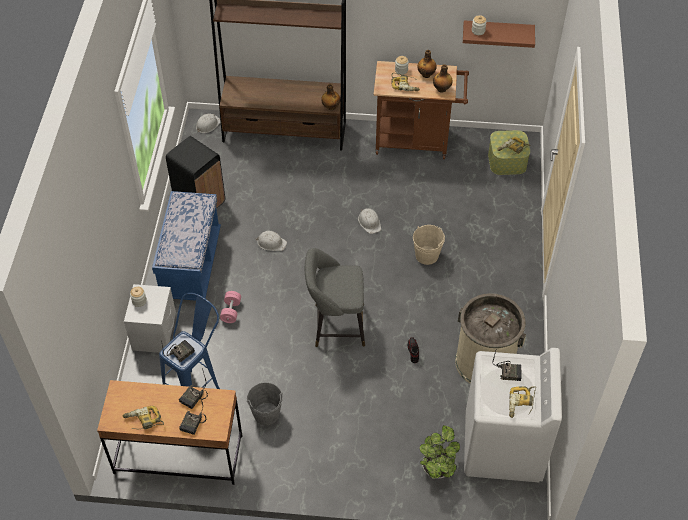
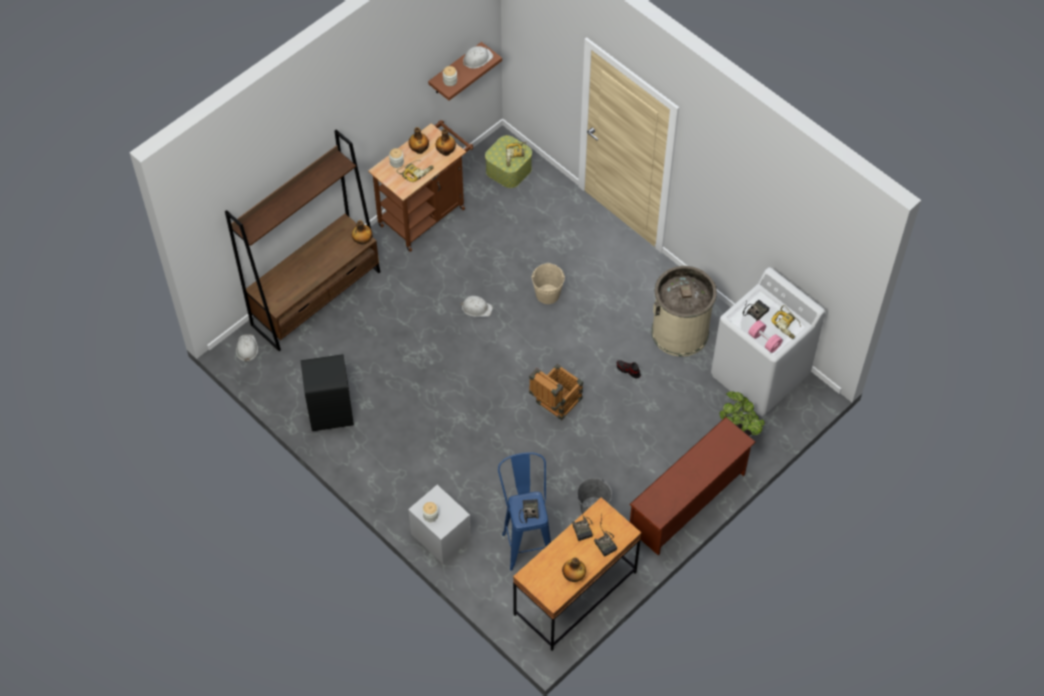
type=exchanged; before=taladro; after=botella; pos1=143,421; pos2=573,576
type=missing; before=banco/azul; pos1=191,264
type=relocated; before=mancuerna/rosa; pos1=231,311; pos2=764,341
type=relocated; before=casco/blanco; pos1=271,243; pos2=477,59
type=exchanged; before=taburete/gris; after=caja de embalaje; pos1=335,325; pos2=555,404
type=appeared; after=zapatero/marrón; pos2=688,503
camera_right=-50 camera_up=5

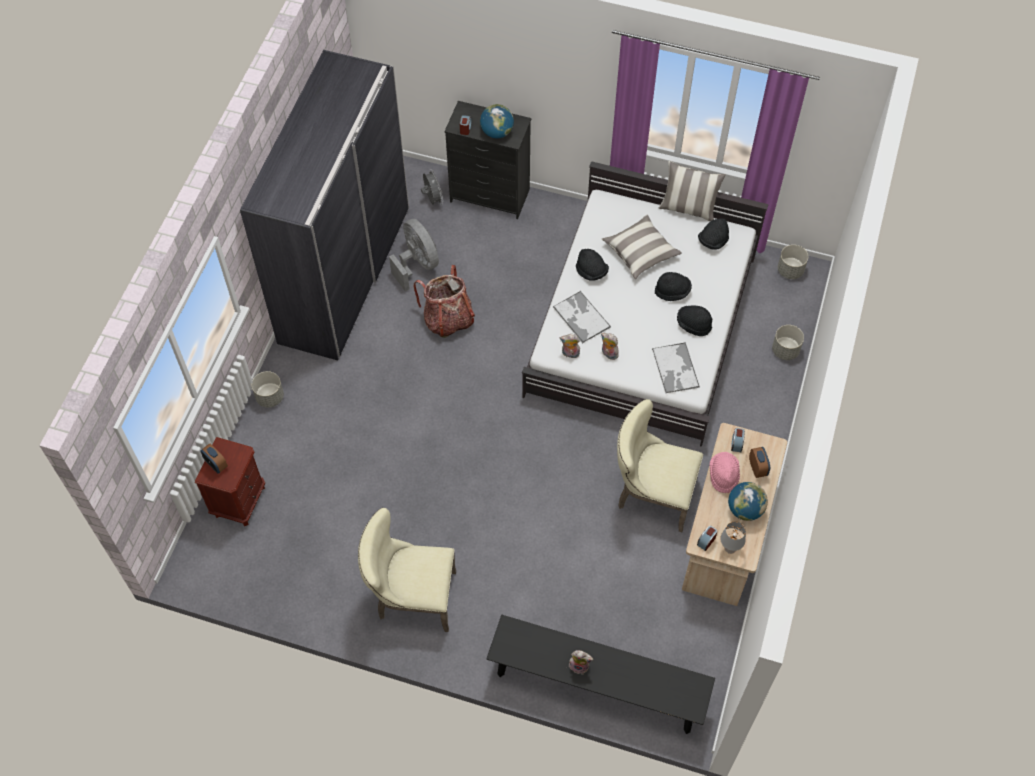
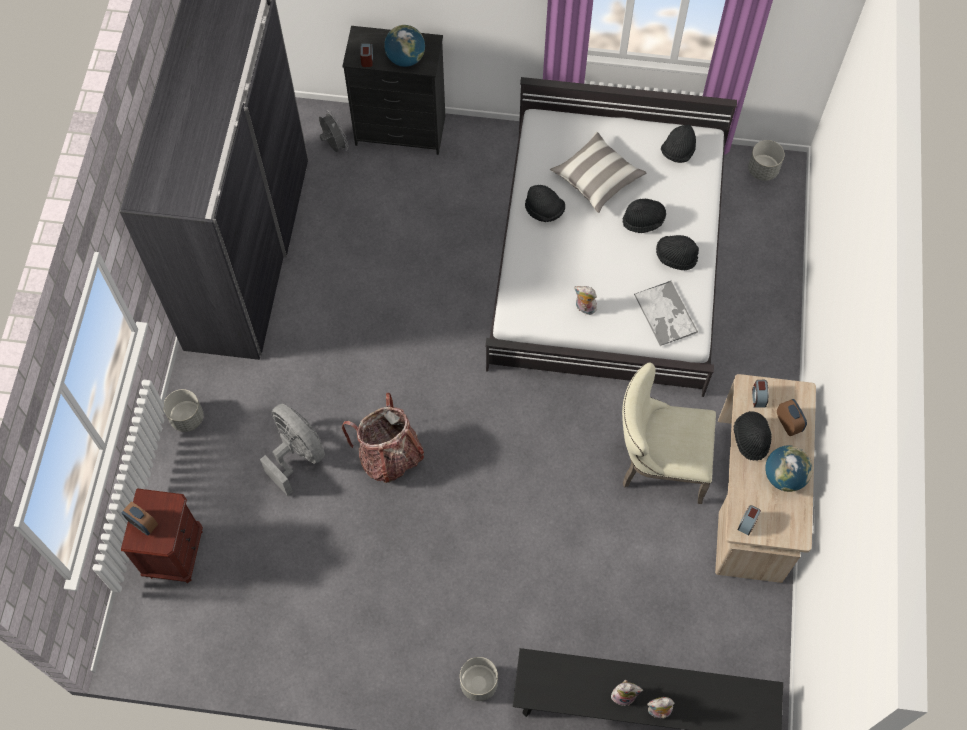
type=missing; before=silla/beis; pos1=411,597
type=relocated; before=ventilador/gris; pos1=417,264; pos2=297,454
type=relocated; before=mochila; pos1=448,319; pos2=389,456
type=missing; before=bandeja; pos1=581,317
type=relocated; before=peluche; pos1=570,354; pos2=658,712
type=missing; before=cojín; pos1=688,208
type=colour; before=sombrero/rosa; after=sombrero/negro; pos1=723,475; pos2=751,439
type=missing; before=lámpara de mesa/gris; pos1=730,549
type=relocated; before=maceta/gris; pos1=785,350; pos2=478,684
camera_right=-10 camera_up=5

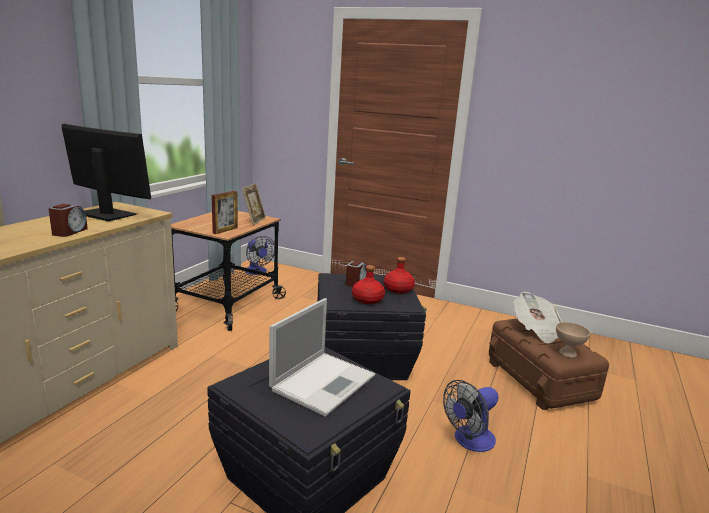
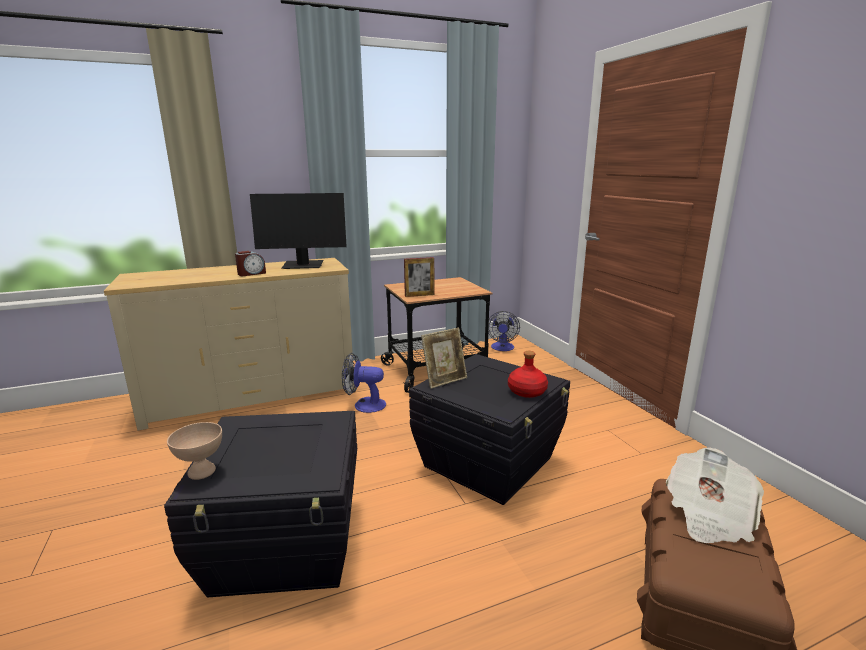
type=spun; before=monitor; pos1=107,214; pos2=303,265; turn=105
type=relocated; before=portarretratos; pos1=254,220; pos2=444,380
type=missing; before=portátil; pos1=324,382
type=missing; before=despertador; pos1=355,282
type=missing; before=botella/rojo; pos1=368,299
type=relocated; before=ventilador; pos1=469,441; pos2=364,405
type=relocated; before=cuenco/beis; pos1=568,354; pos2=201,472
camera_right=45 camera_up=0

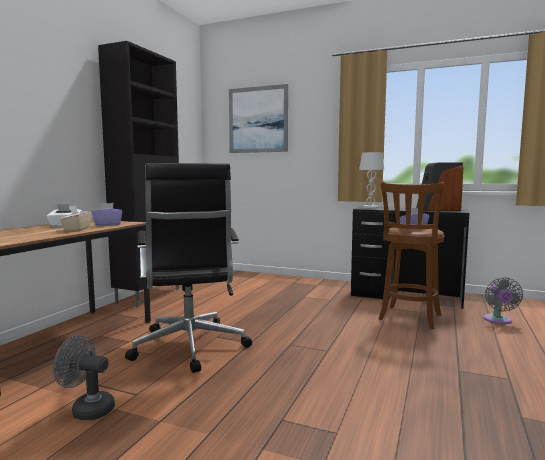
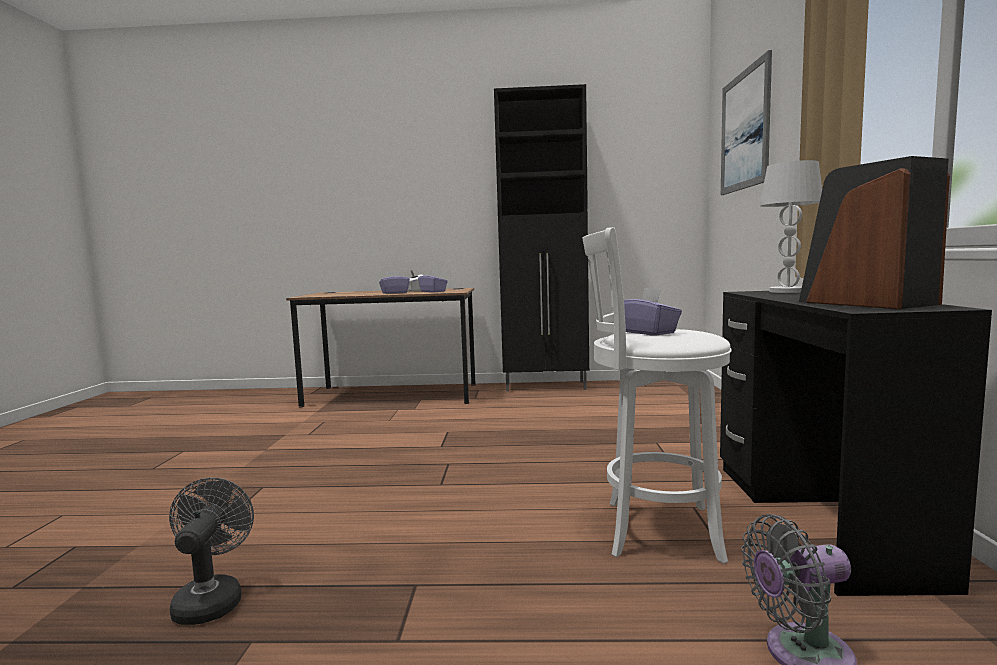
type=relocated; before=ventilador/gris; pos1=87,409; pos2=211,599
type=colour; before=caja de pañuelos/beis; after=caja de pañuelos/morado; pos1=76,229; pos2=394,293
type=missing; before=silla de oficina/negro; pos1=189,347
type=colour; before=taburete/marrón; after=taburete/blanco; pos1=409,318; pos2=653,529
camera_right=70 camera_up=0

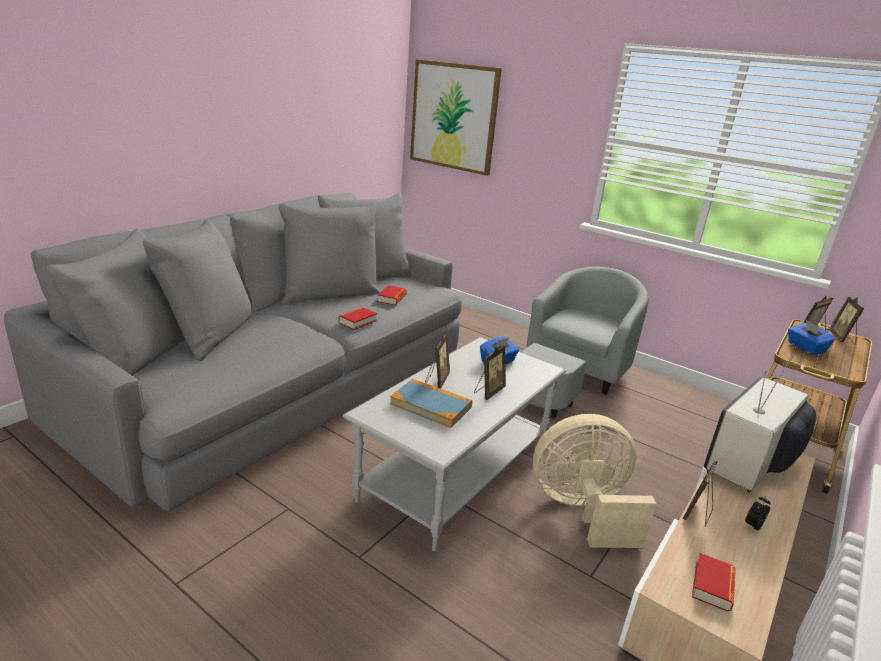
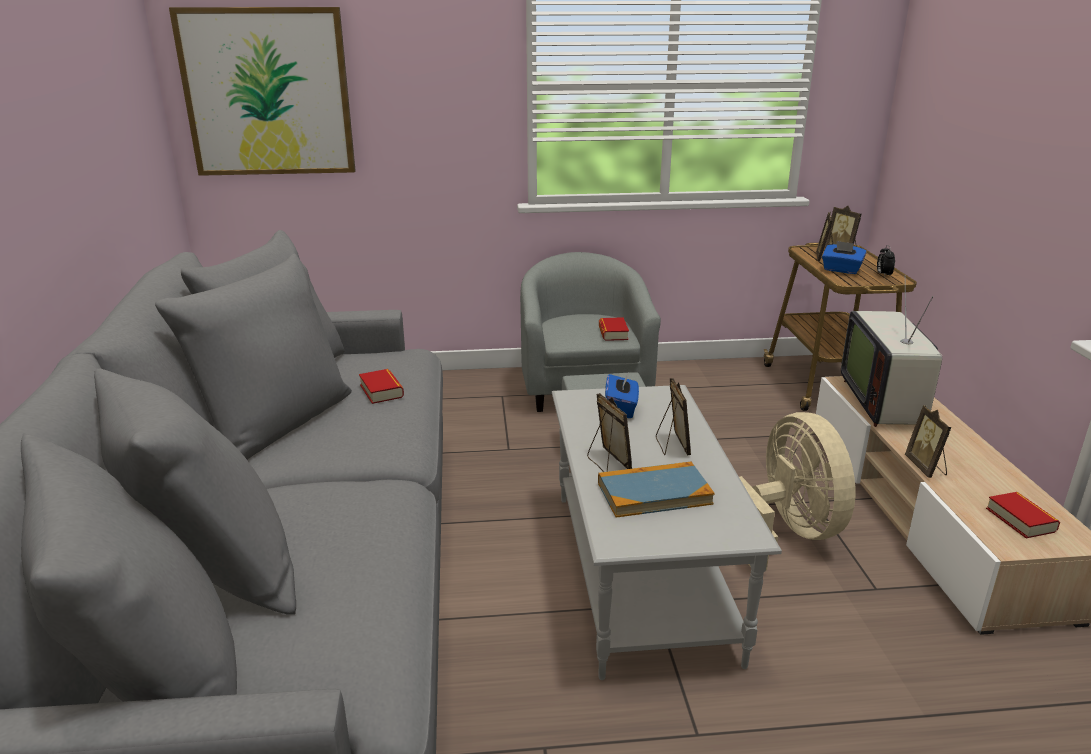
type=relocated; before=libro; pos1=357,321; pos2=613,333
type=spun; before=ventilador/beis; pos1=582,510; pos2=787,533; turn=120
type=relocated; before=despertador; pos1=753,526; pos2=883,275
camera_right=-40 camera_up=0

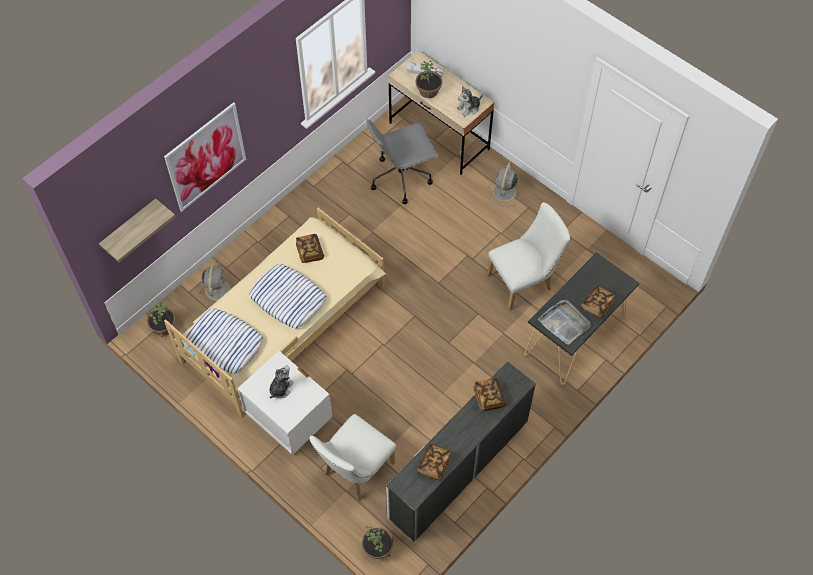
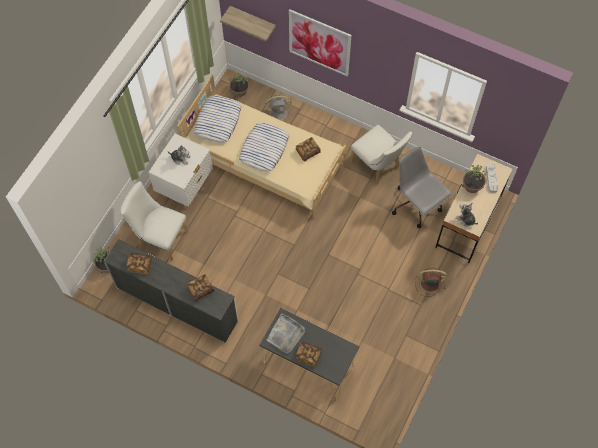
type=relocated; before=silla/blanco; pos1=524,281; pos2=378,166
type=colour; before=ventilador/gris; after=ventilador/marrón; pos1=503,193; pos2=428,283
camera_right=75 camera_up=5

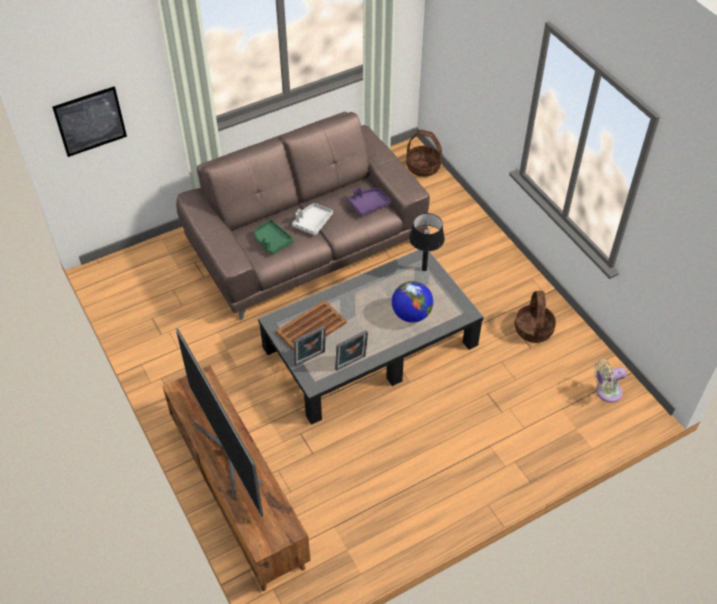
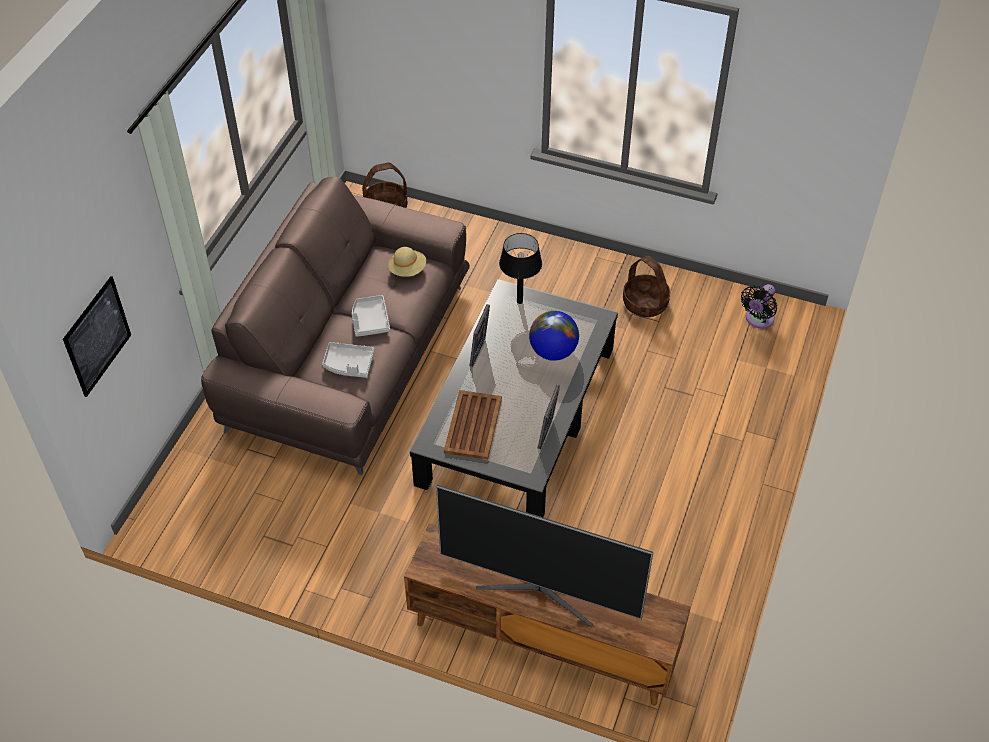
type=colour; before=bandeja/verde; after=bandeja/gris; pos1=272,241; pos2=348,364
type=relocated; before=portarretratos; pos1=310,359; pos2=479,352
type=exchanged; before=bandeja/morado; after=sombrero/beis; pos1=368,205; pos2=407,269
type=colour; before=ventilador/beis; after=ventilador/negro; pos1=606,392; pos2=758,319
camera_right=-40 camera_up=0

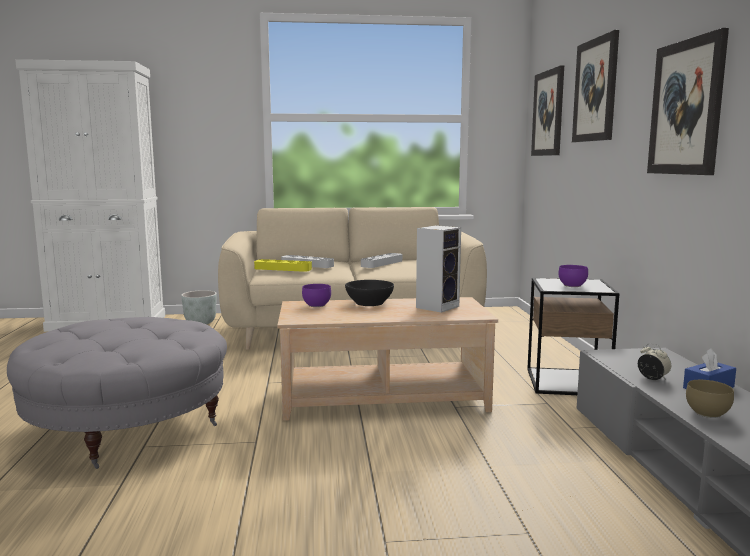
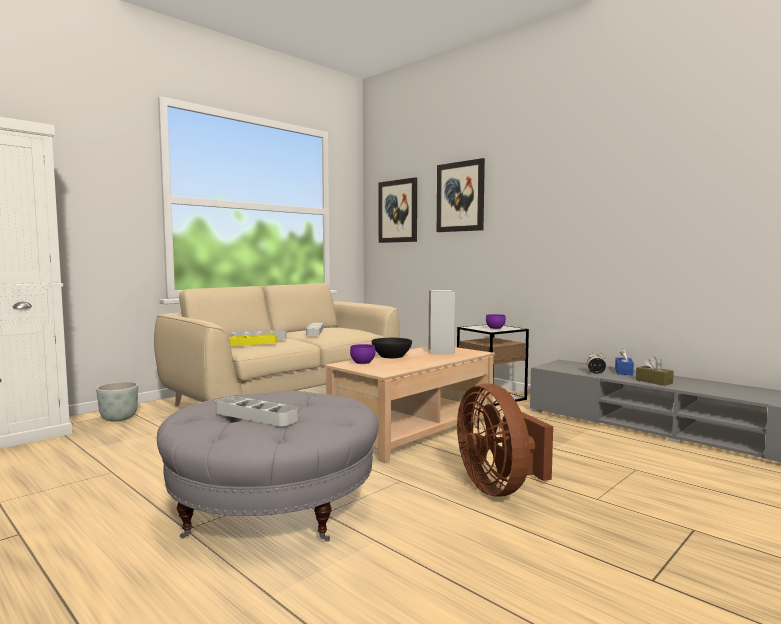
type=missing; before=cuadro; pos1=686,108
type=exchanged; before=cuenco/marrón; after=caja de pañuelos/marrón; pos1=709,414; pos2=654,381
type=appeared; after=bandeja/gris; pos2=256,416
type=appeared; after=ventilador/marrón; pos2=499,488
camera_right=-40 camera_up=-5

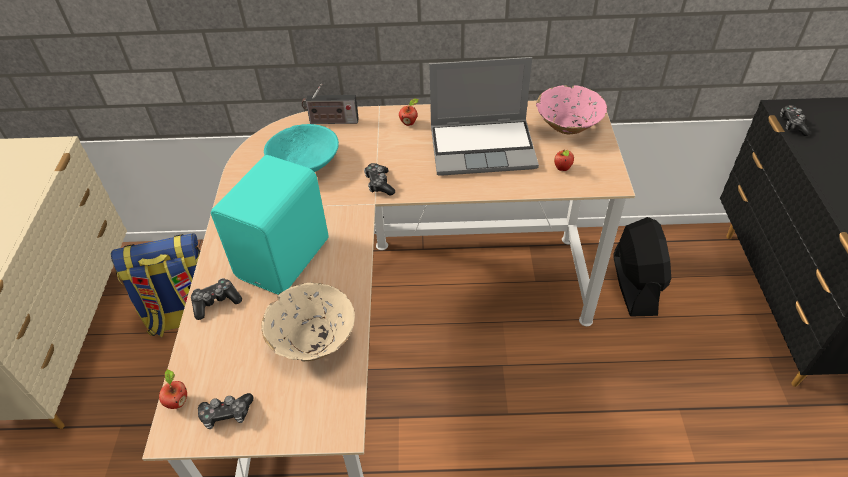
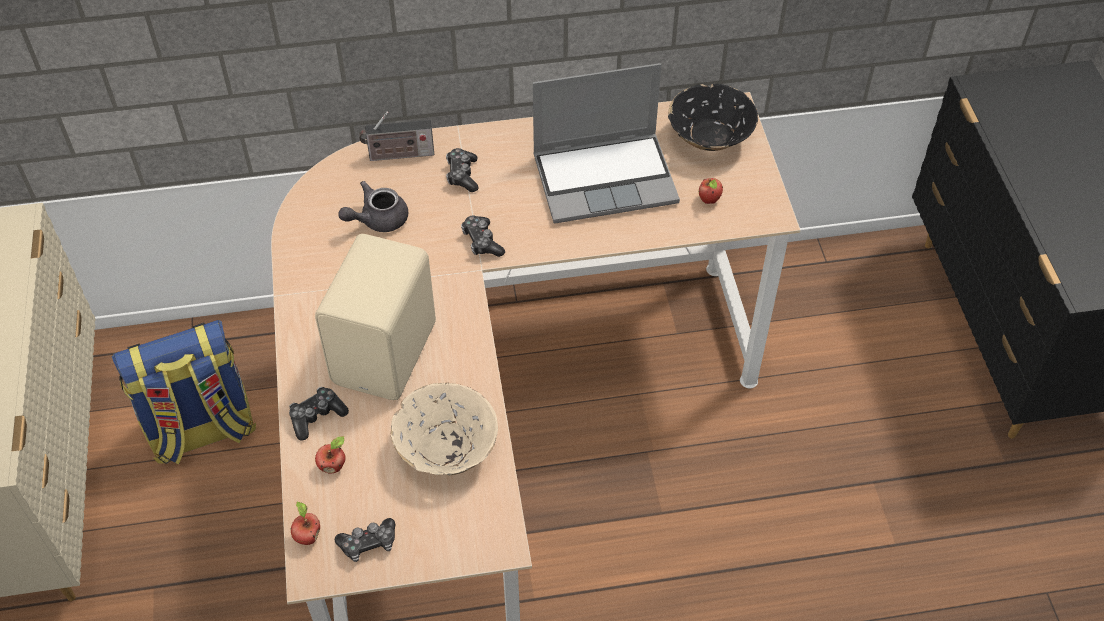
type=colour; before=altavoz/turquesa; after=altavoz/beis; pos1=286,258; pos2=388,353
type=exchanged; before=cuenco/turquesa; after=tetera/gris; pos1=304,163; pos2=377,220
type=relocated; before=manzana; pos1=409,123; pos2=333,466
type=colour; before=cuenco/rosa; after=cuenco/negro; pos1=568,126; pos2=710,138
type=missing; before=ventilador/negro; pos1=634,284
type=relocated; before=mando de consola; pos1=792,125; pos2=462,175
camera_right=-10 camera_up=5

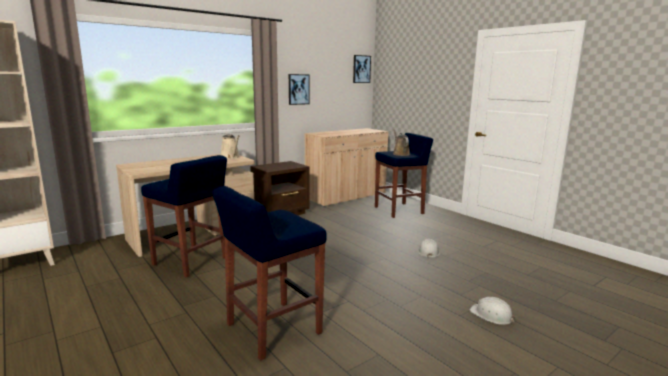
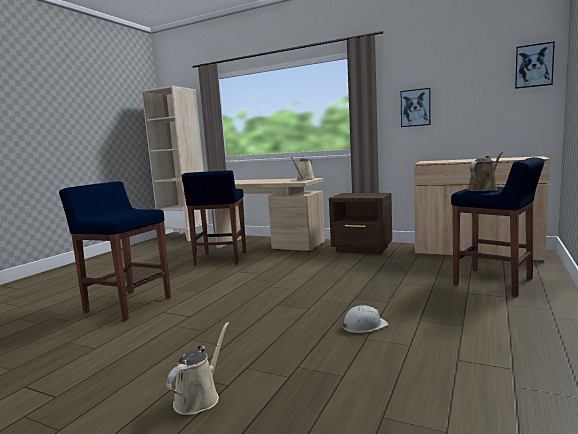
type=exchanged; before=casco/blanco; after=regadera/beis; pos1=491,315; pos2=199,398
camera_right=65 camera_up=-5

